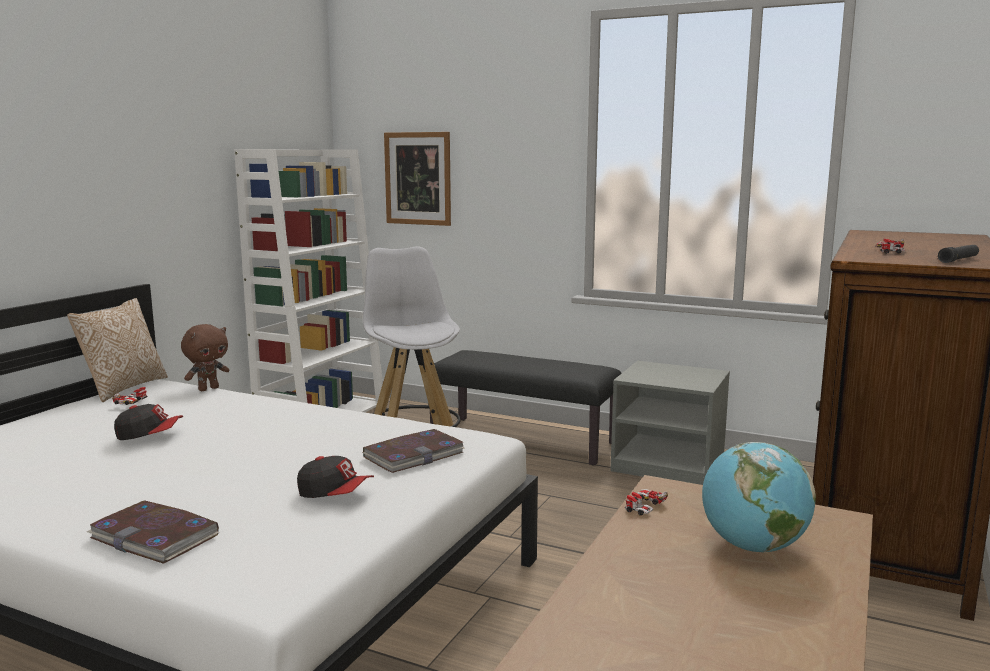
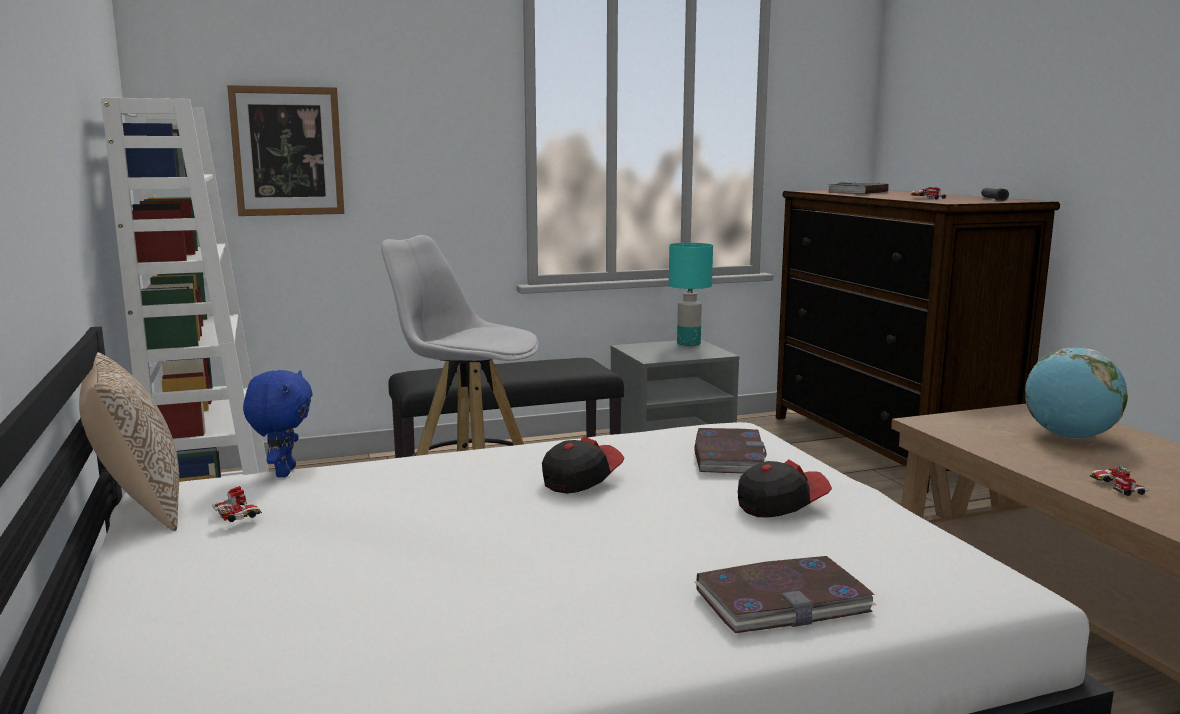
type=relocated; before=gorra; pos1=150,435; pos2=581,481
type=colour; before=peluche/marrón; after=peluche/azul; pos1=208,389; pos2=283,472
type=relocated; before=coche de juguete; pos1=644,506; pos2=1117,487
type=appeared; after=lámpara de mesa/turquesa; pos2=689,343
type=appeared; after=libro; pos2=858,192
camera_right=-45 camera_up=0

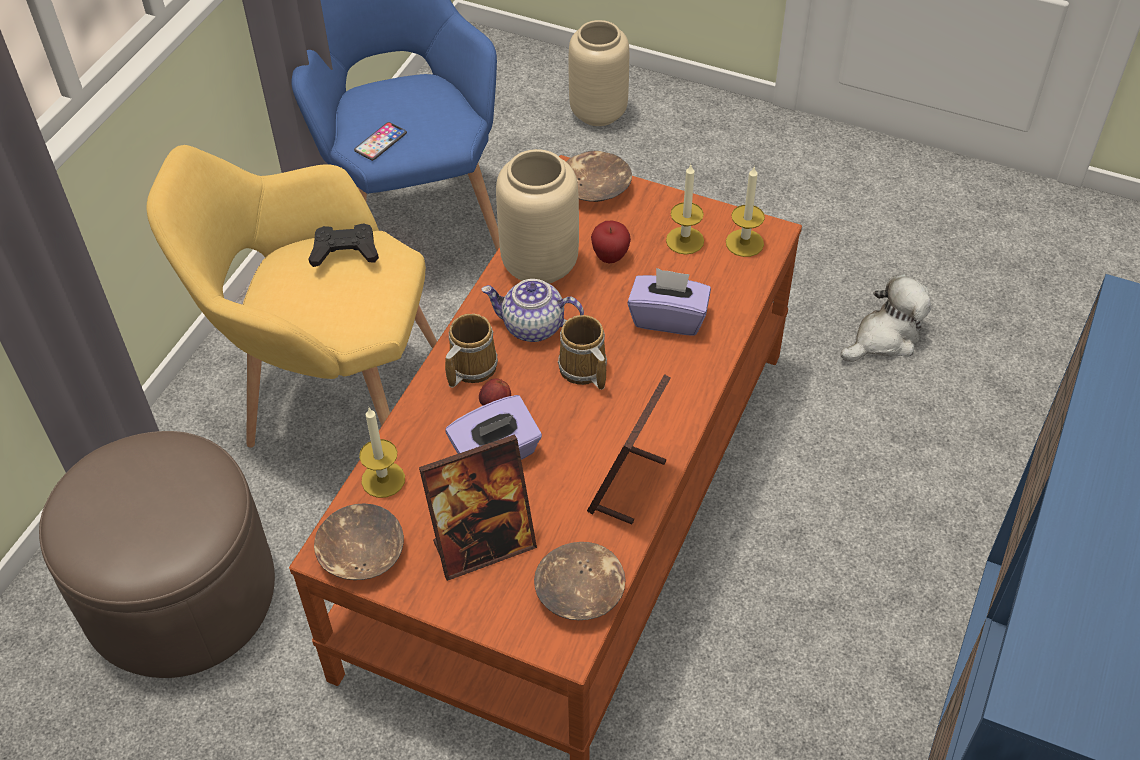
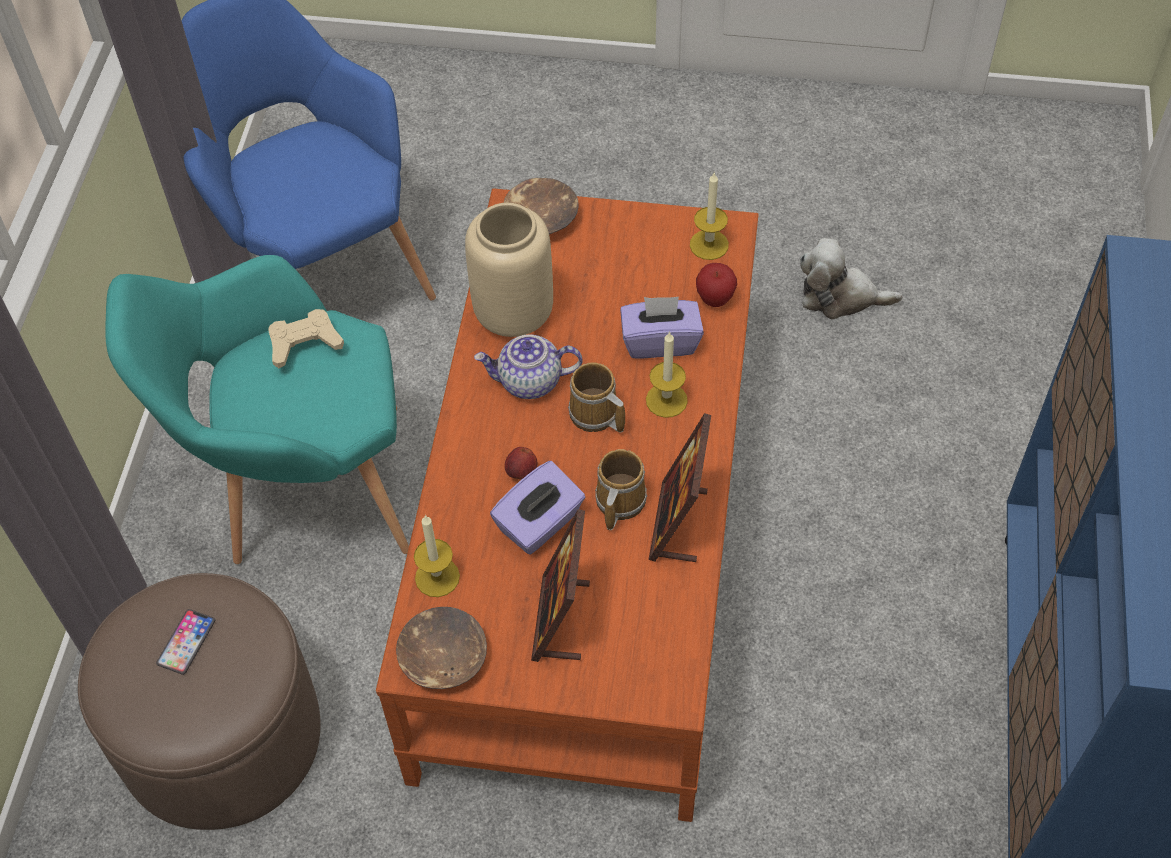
type=colour; before=sillón/amarillo; after=sillón/turquesa; pos1=329,398; pos2=302,491
type=colour; before=mando de consola/negro; after=mando de consola/beis; pos1=345,251; pos2=304,342
type=relocated; before=móvil; pos1=380,142; pos2=186,642
type=spun; before=portarretratos; pos1=483,546; pos2=561,620; turn=135
type=relocated; before=taza grande; pos1=470,367; pos2=618,502
type=missing; before=cuenco/marrón; pos1=580,592
type=missing; before=florero/beis; pos1=599,113
type=relocated; before=manzana; pos1=610,257; pos2=715,299
type=relocated; before=vela; pos1=685,240; pos2=666,400
type=spun; before=peluche; pos1=884,338; pos2=840,296; turn=-120
camera_right=-15 camera_up=5

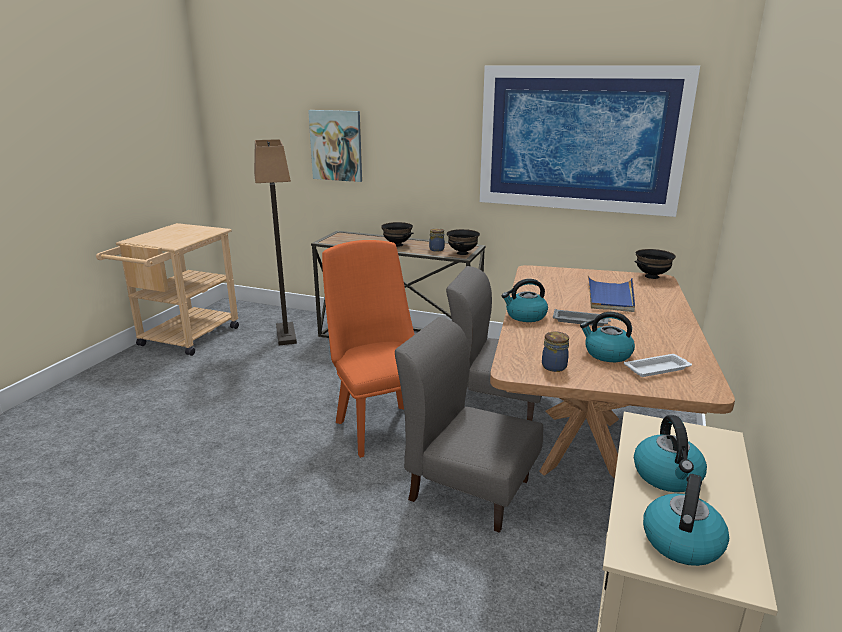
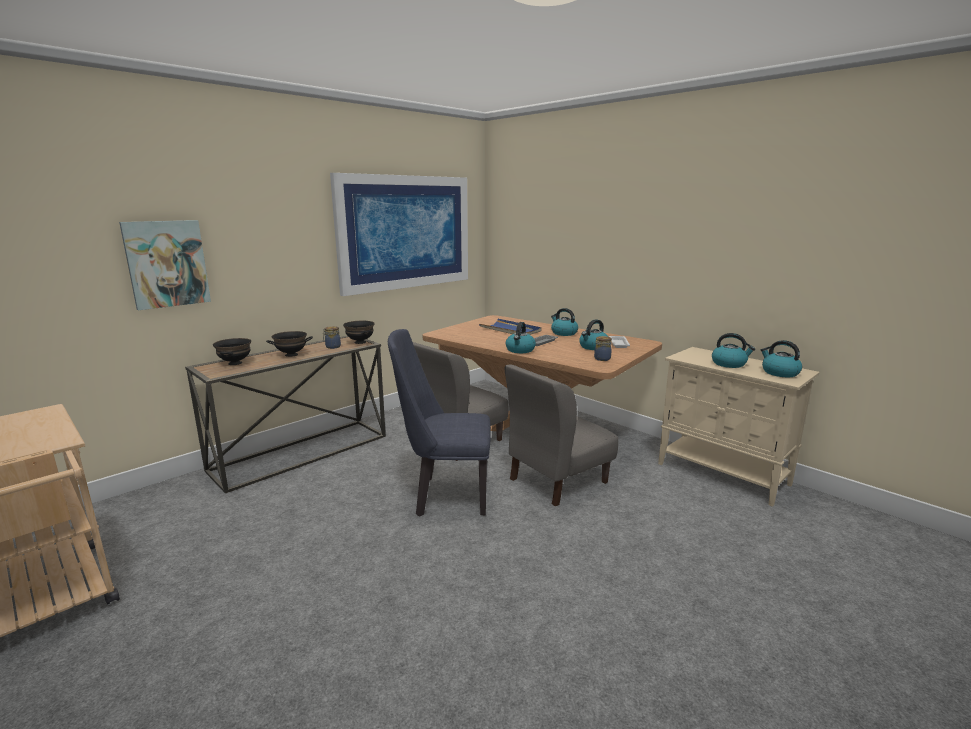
type=missing; before=lámpara de pie; pos1=285,335
type=colour; before=silla/naranja; after=silla/azul; pos1=379,425; pos2=445,496
type=relocated; before=cuenco/negro; pos1=651,276; pos2=235,363
type=appeared; after=hervidor; pos2=563,333
camera_right=-65 camera_up=-5

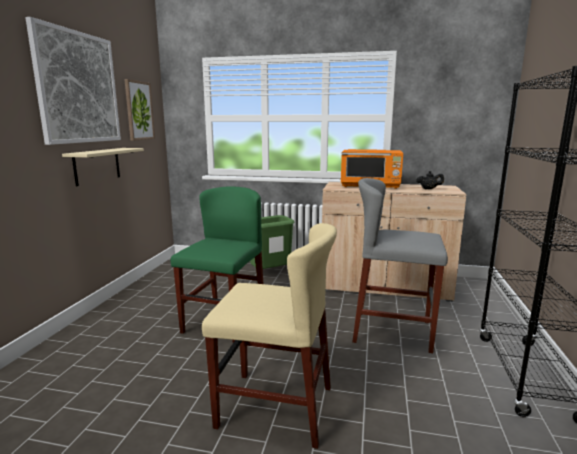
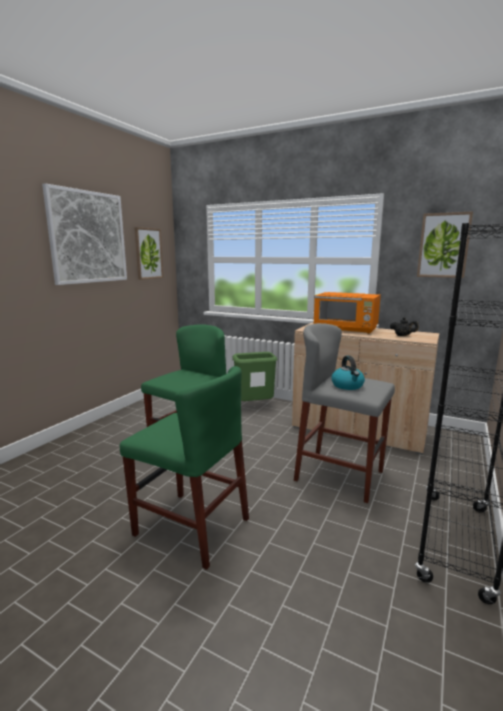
type=missing; before=estante/beis; pos1=97,166
type=colour; before=silla/beis; after=silla/verde; pos1=275,407; pos2=191,527
type=appeared; after=hervidor; pos2=348,386
type=appeared; after=cuadro; pos2=443,245
camera_right=15 camera_up=0

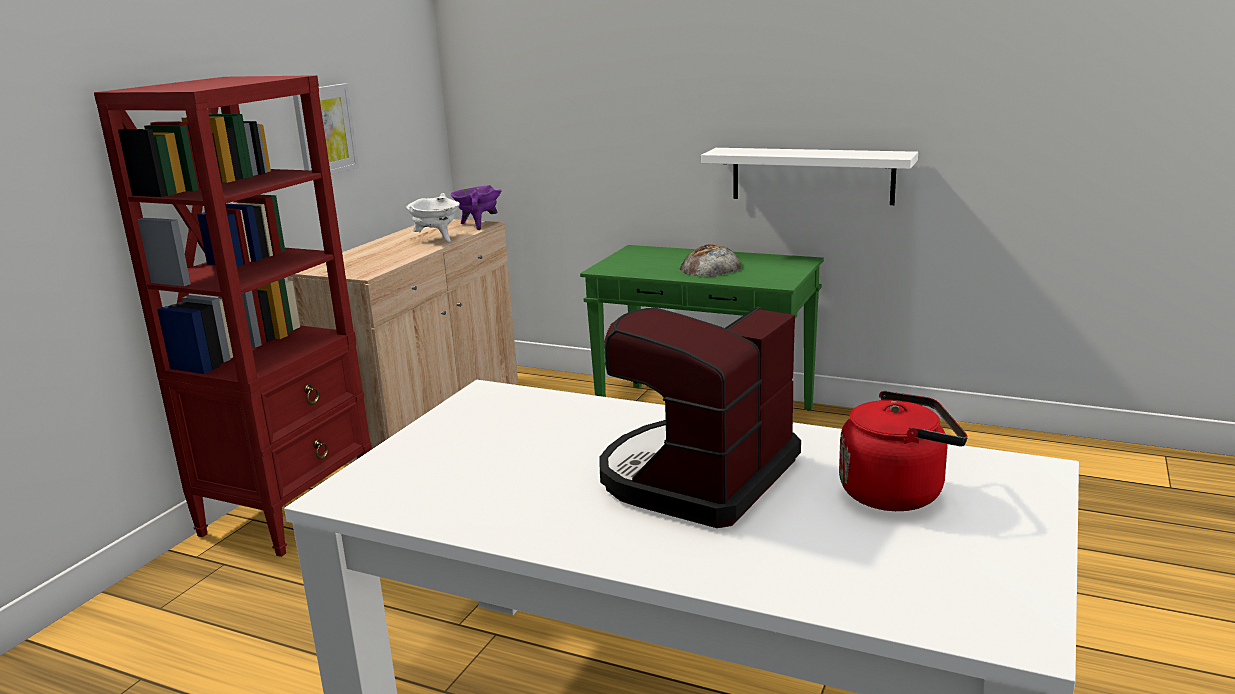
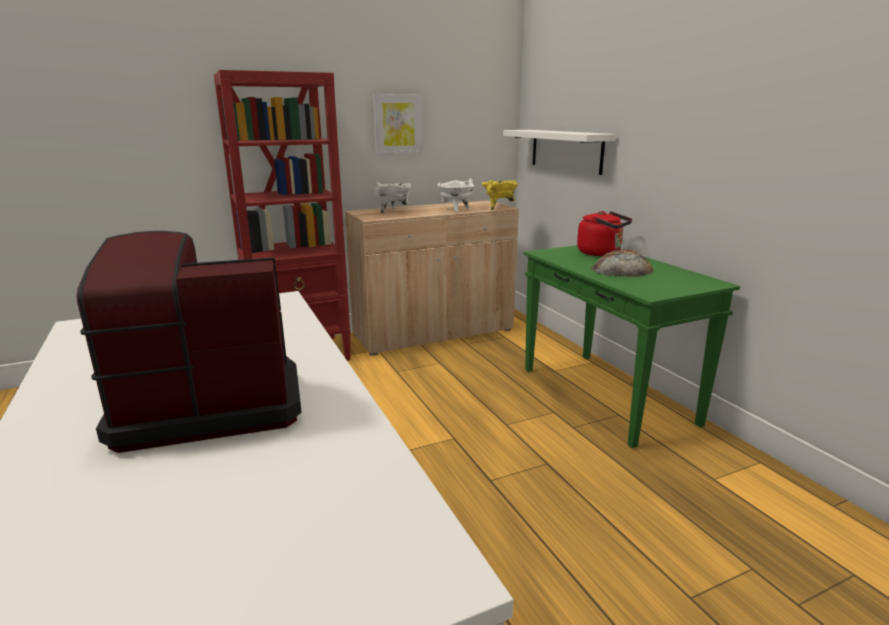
type=colour; before=olla/morado; after=olla/amarillo; pos1=478,225; pos2=499,207
type=relocated; before=estante/blanco; pos1=812,175; pos2=566,150
type=relocated; before=hervidor/rojo; pos1=897,492; pos2=601,253
type=appeared; after=olla/blanco; pos2=394,211
camera_right=40 camera_up=0

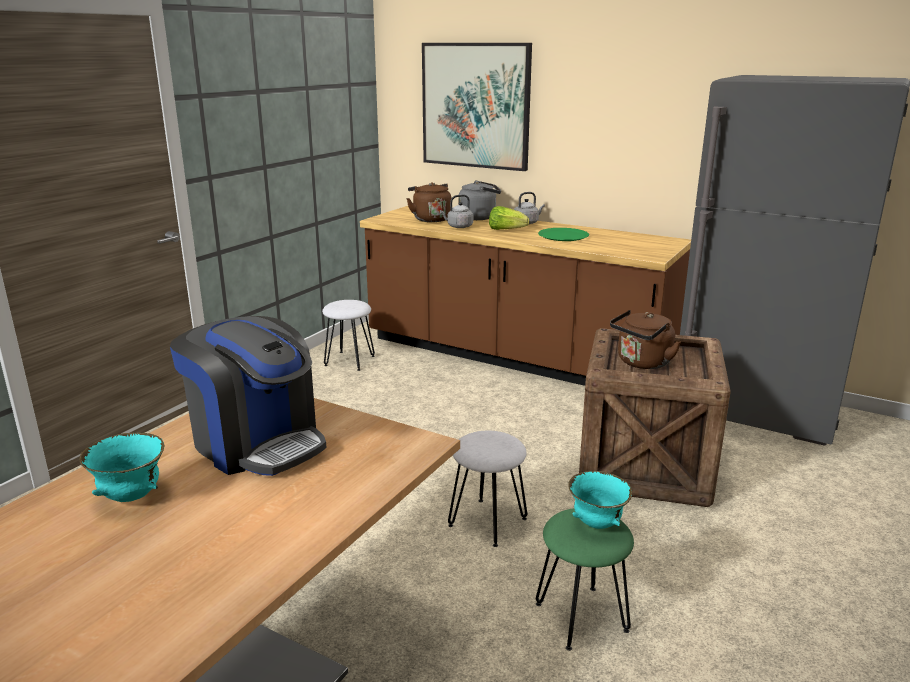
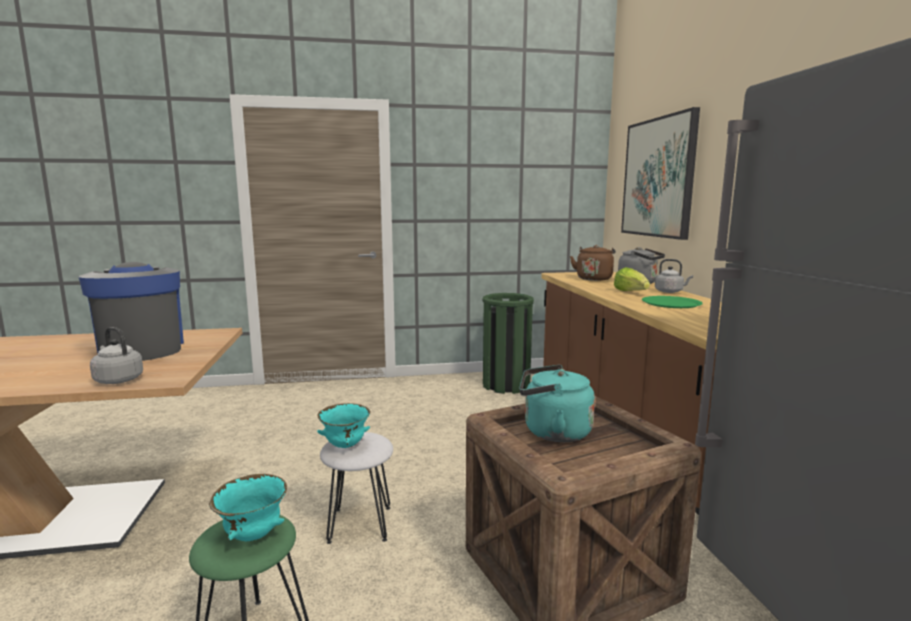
type=relocated; before=cuenco/turquesa; pos1=131,497; pos2=345,446
type=spun; before=cafetera; pos1=257,443; pos2=141,349; turn=150
type=exchanged; before=taburete/blanco; after=papelera/verde; pos1=350,360; pos2=506,385
type=relocated; before=hervidor/gris; pos1=458,227; pos2=117,380
type=colour; before=hervidor/marrón; after=hervidor/turquesa; pos1=642,363; pos2=552,432
camera_right=50 camera_up=-10

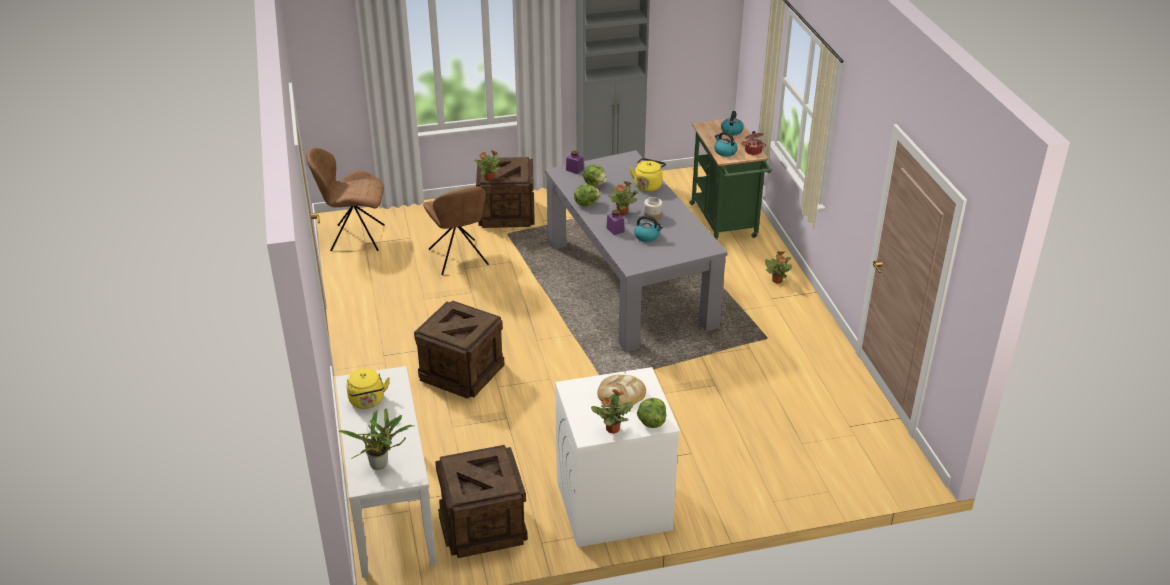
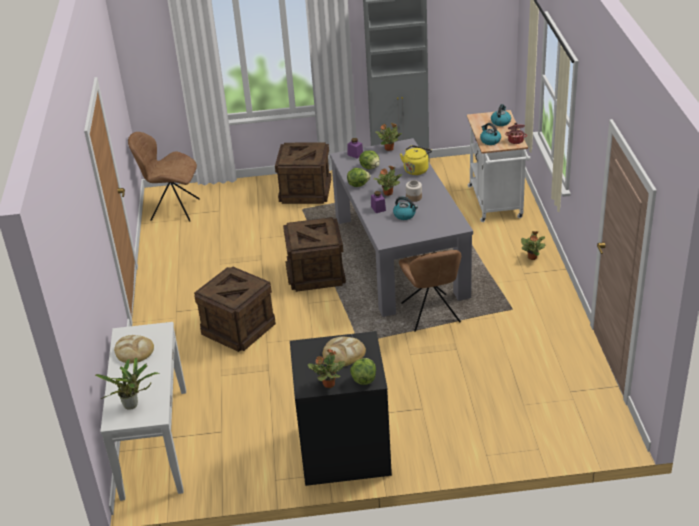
type=exchanged; before=hervidor/amarillo; after=pan; pos1=367,402; pos2=134,351
type=relocated; before=silla/marrón; pos1=459,258; pos2=431,314
type=relocated; before=caja de embalaje; pos1=482,525; pos2=315,274
type=relocated; before=planta en maceta; pos1=490,178; pos2=389,148
type=colour; before=lavadora/blanco; after=lavadora/negro; pos1=612,505; pos2=343,451
type=colour; before=carrito/verde; after=carrito/blanco; pos1=725,223; pos2=496,205
camera_right=10 camera_up=0

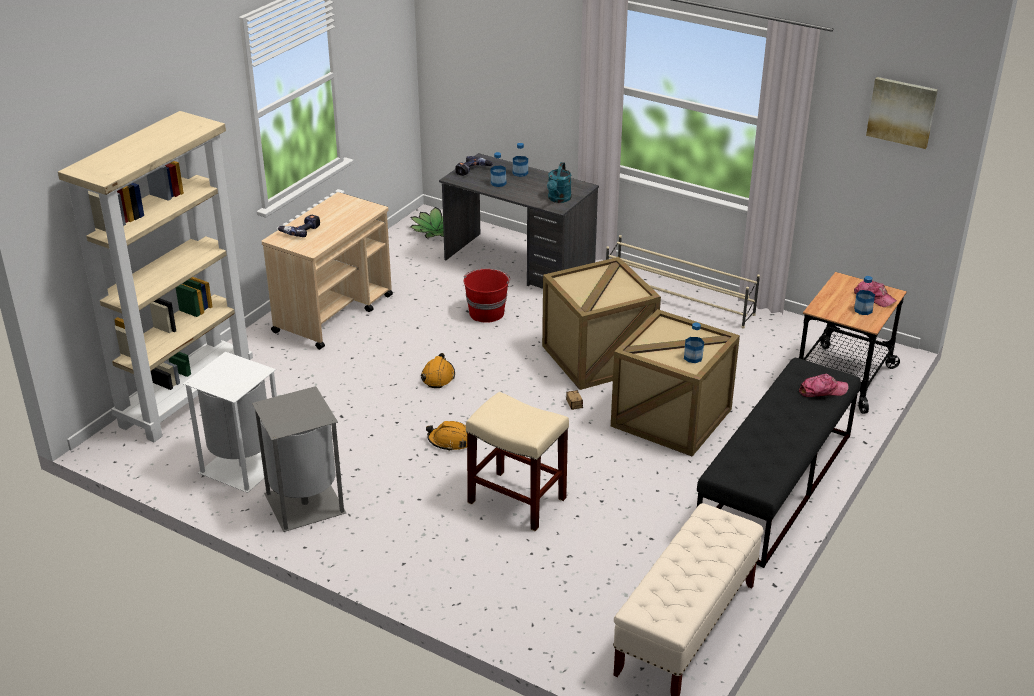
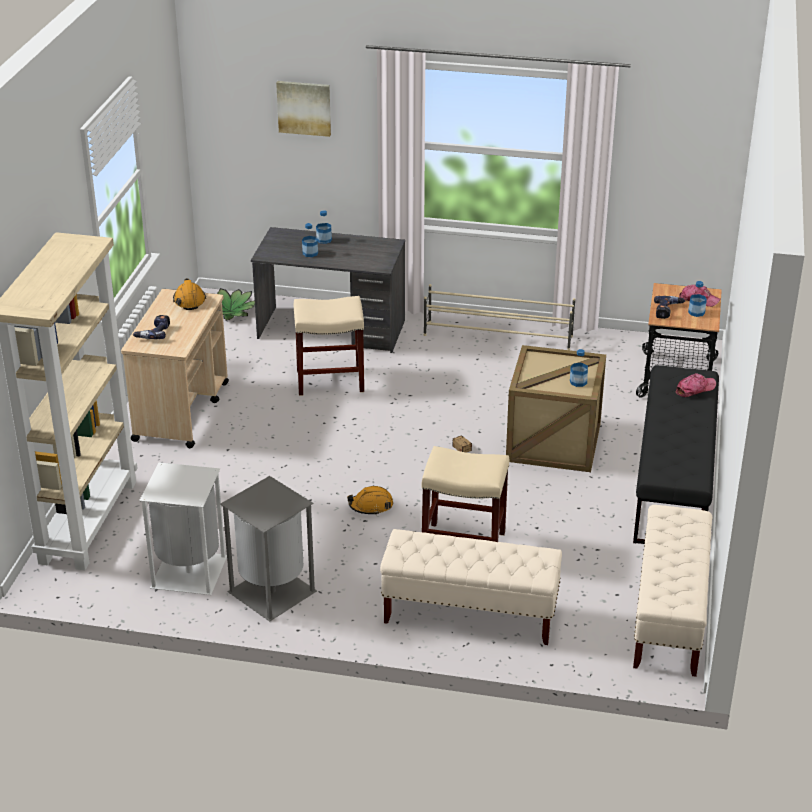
type=relocated; before=casco/naranja; pos1=438,377; pos2=189,300
type=relocated; before=taladro; pos1=473,171; pos2=668,311
type=exchanged; before=cubo/rojo; after=taburete/beis; pos1=486,312; pos2=329,381
type=missing; before=caja de embalaje; pos1=596,357
type=missing; before=regadera/turquesa; pos1=558,199
type=relocated; before=cuadro; pos1=902,112; pos2=304,107
type=appeared; after=banco/beis; pos2=469,614
camera_right=-20 camera_up=0

